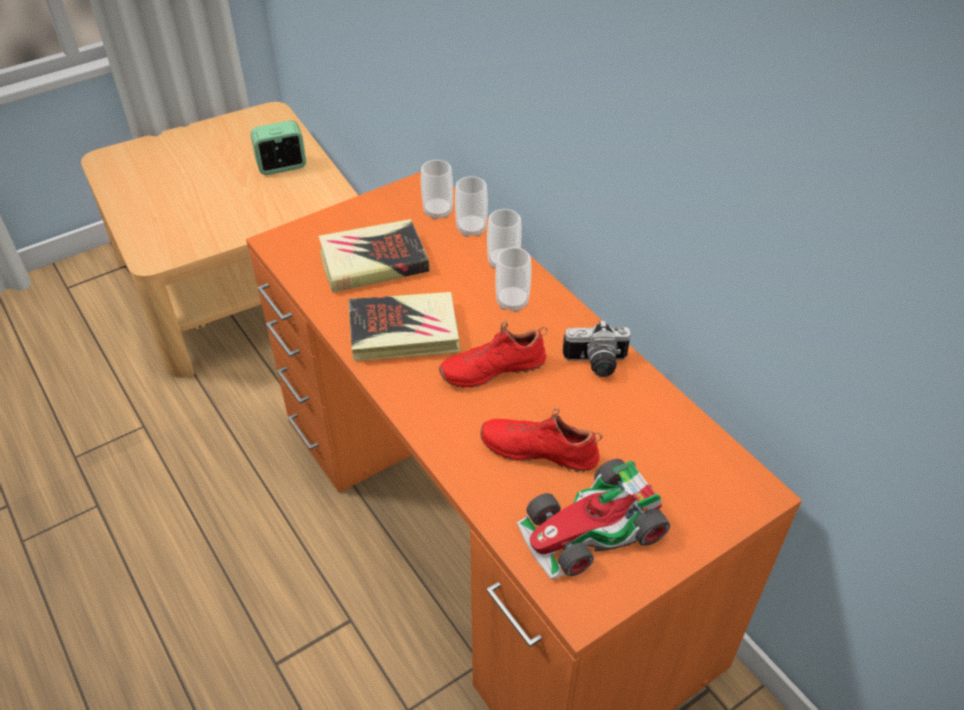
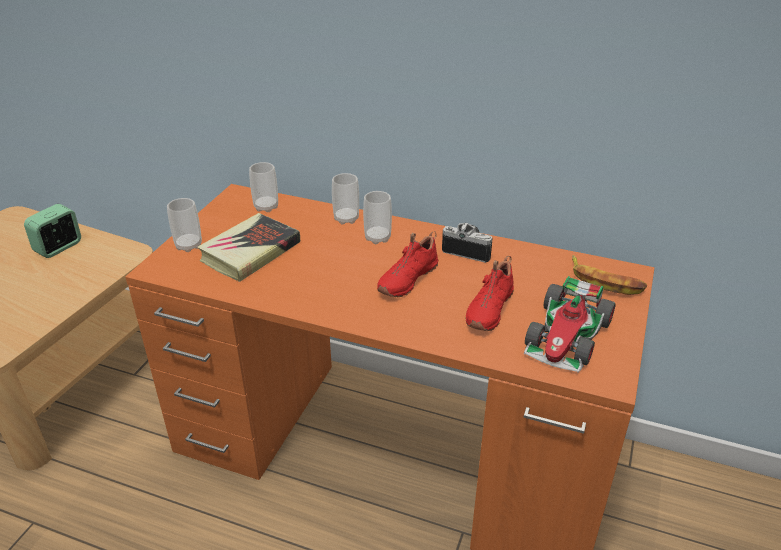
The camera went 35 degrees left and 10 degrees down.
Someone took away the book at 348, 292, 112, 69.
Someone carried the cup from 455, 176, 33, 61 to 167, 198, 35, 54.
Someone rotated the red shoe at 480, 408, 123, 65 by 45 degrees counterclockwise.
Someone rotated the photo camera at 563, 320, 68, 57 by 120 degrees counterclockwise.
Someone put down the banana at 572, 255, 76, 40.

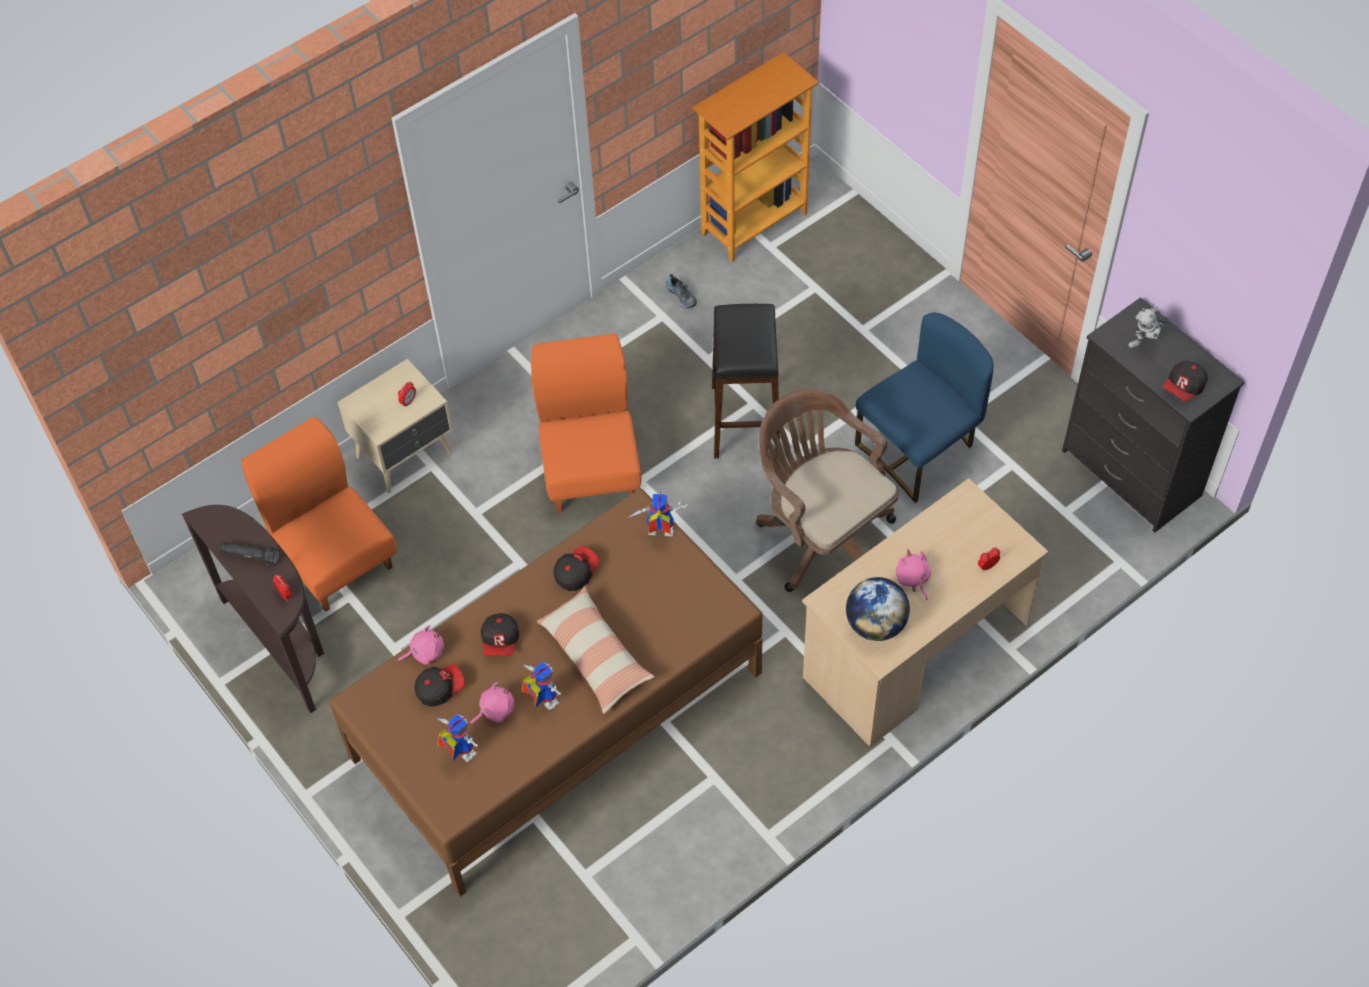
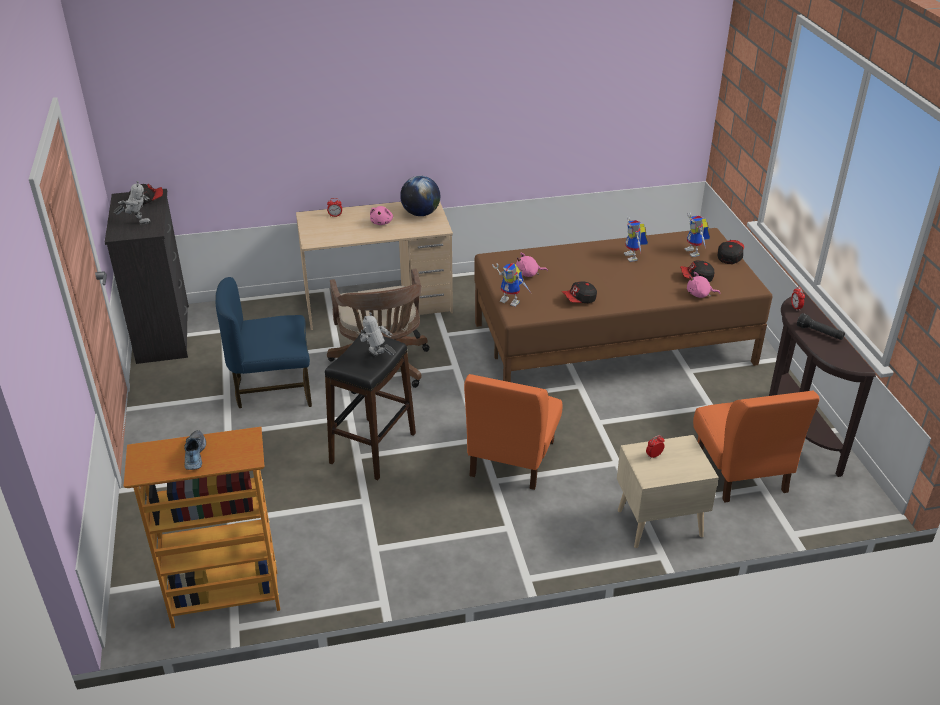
The camera went 155 degrees left and 20 degrees down.
Someone carried the pink plush toy from 470, 682, 44, 42 to 516, 252, 32, 25.
Someone carried the cap from 481, 613, 38, 43 to 718, 240, 26, 24.
Someone took away the pillow at 537, 586, 118, 128.
Someone carried the shoe from 666, 274, 31, 35 to 184, 430, 22, 40.
Someone put down the toy robot at 360, 312, 35, 44.

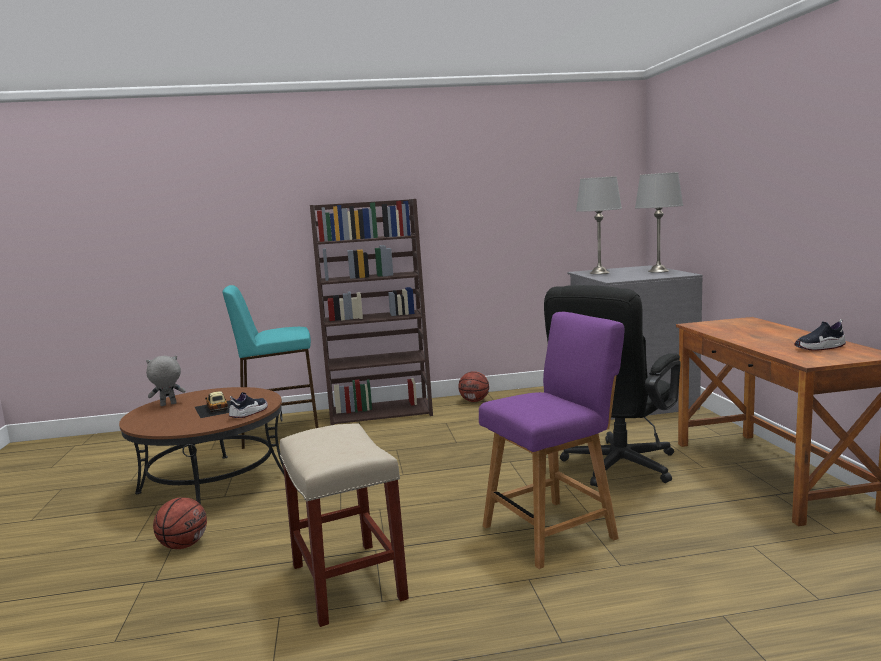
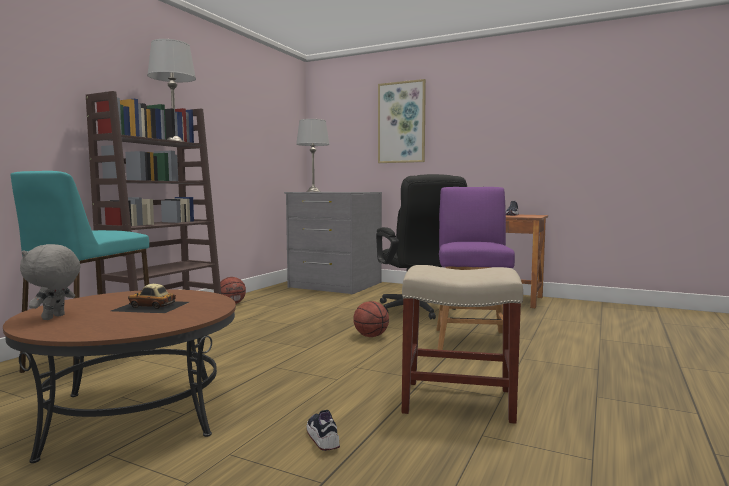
The camera went 55 degrees left and 5 degrees down.
Someone carried the basketball from 153, 497, 54, 52 to 354, 301, 35, 36.
Someone carried the shoe from 229, 392, 39, 26 to 306, 410, 34, 41.
Someone carried the grey table lamp from 635, 172, 48, 101 to 147, 39, 49, 103.
Someone put up the picture at 378, 79, 48, 84.

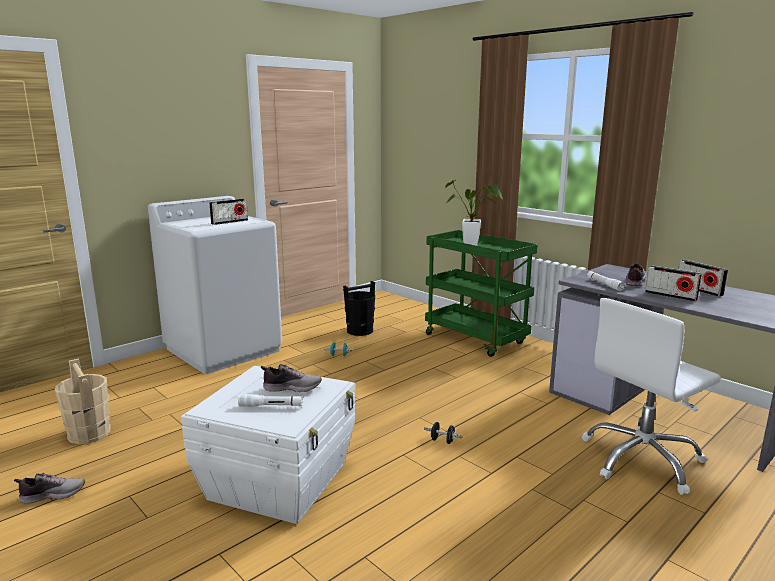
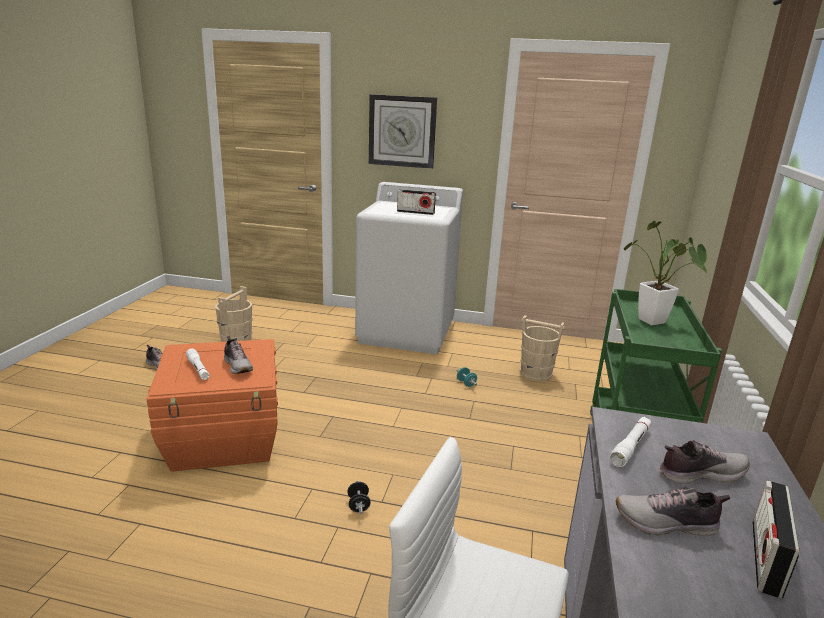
The camera went 55 degrees right and 5 degrees up.
Someone repainted the white storage box at 181, 366, 174, 158, which became the orange storage box at 147, 339, 131, 133.
Someone repainted the black bucket at 343, 281, 32, 55, which became the beige bucket at 520, 315, 45, 66.
Someone swapped the radio at 645, 265, 57, 37 for the shoe at 616, 486, 114, 50.
Someone put up the wall clock at 369, 94, 68, 75.

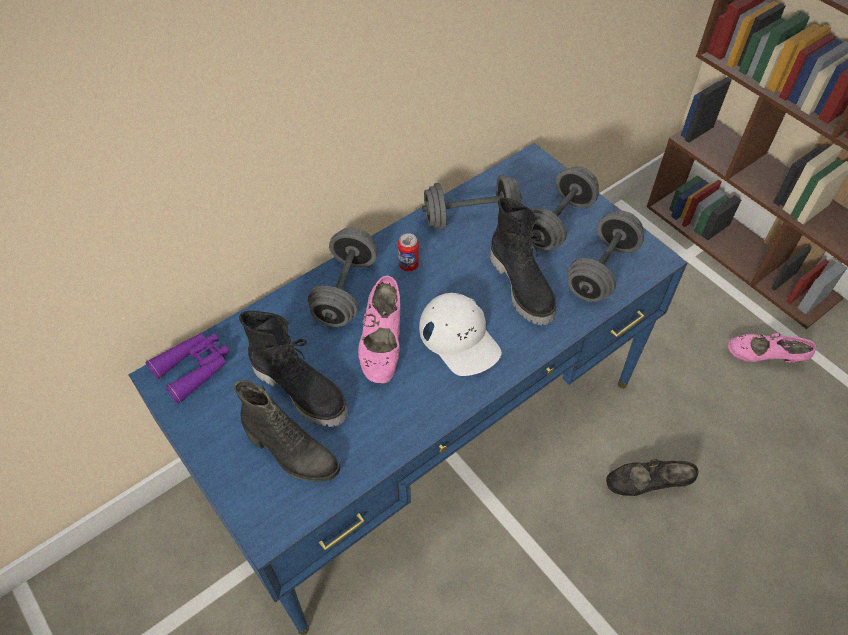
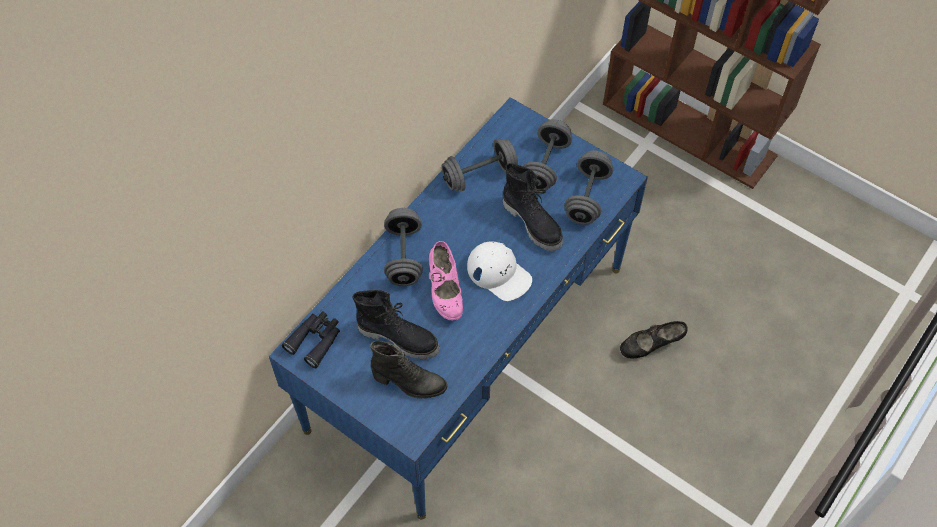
The camera went 15 degrees left and 5 degrees up.
Someone repainted the purple binoculars at 145, 333, 85, 71, which became the black binoculars at 282, 311, 58, 57.
Someone took away the can at 398, 233, 21, 39.
Someone took away the pink shoe at 728, 333, 88, 30.

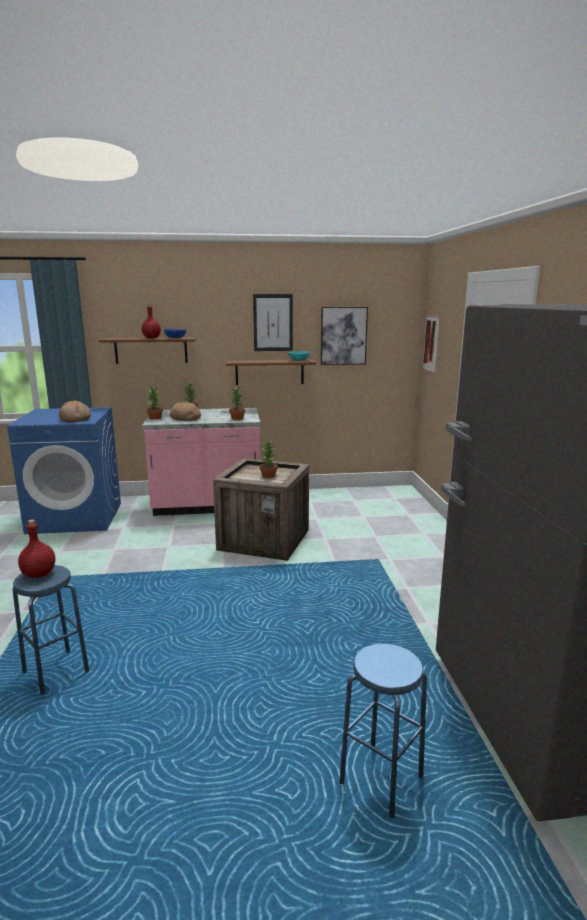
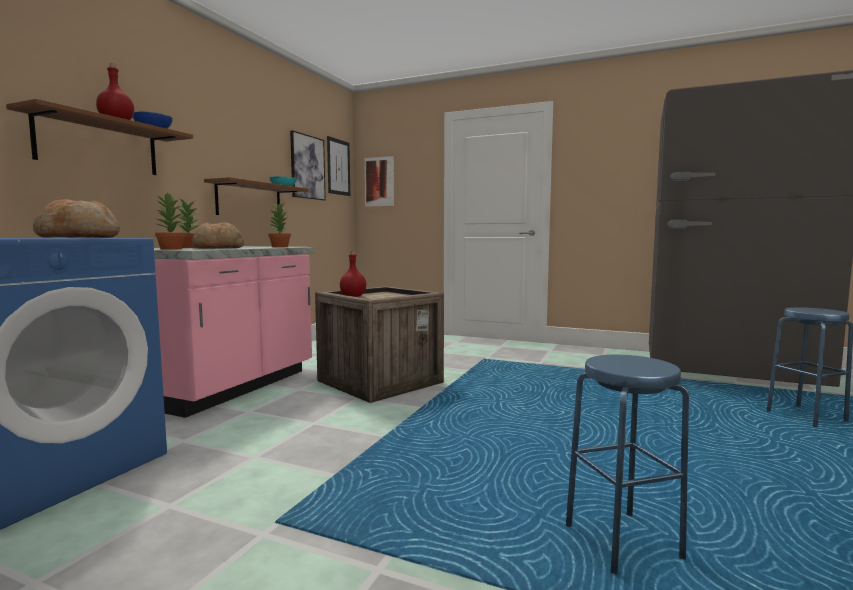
The camera went 60 degrees left and 10 degrees down.
Someone carried the red bottle from 18, 520, 37, 58 to 340, 251, 26, 46.
Someone carried the picture from 253, 294, 40, 57 to 327, 136, 23, 60.
Someone took away the potted plant at 259, 440, 19, 38.

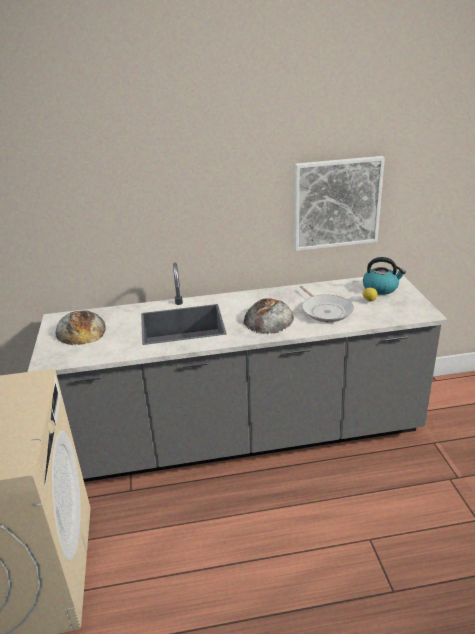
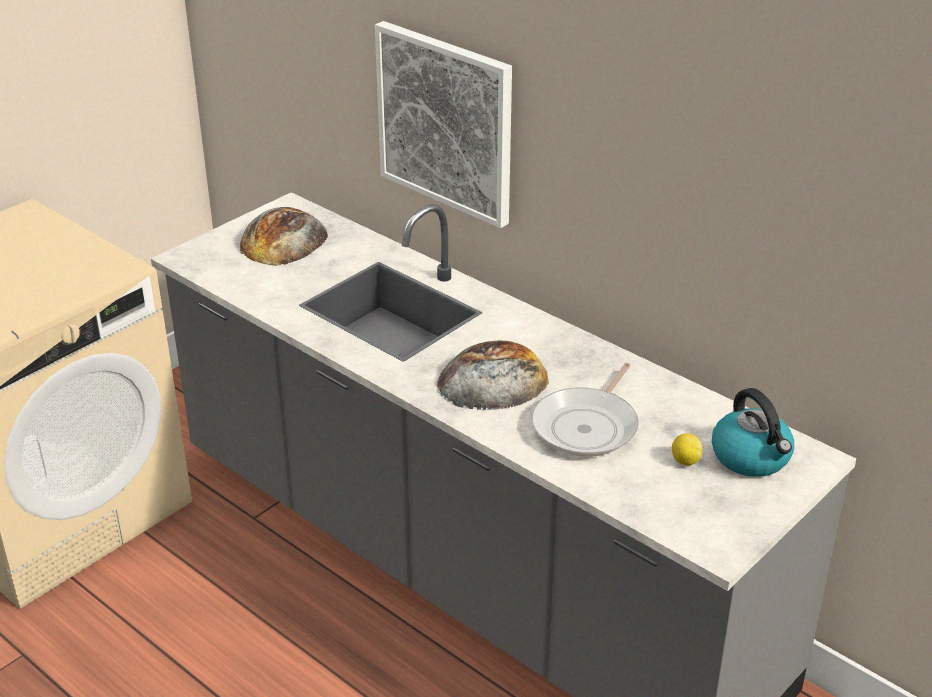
The camera went 50 degrees right and 5 degrees up.
Someone carried the picture from 294, 156, 91, 95 to 375, 21, 137, 207.

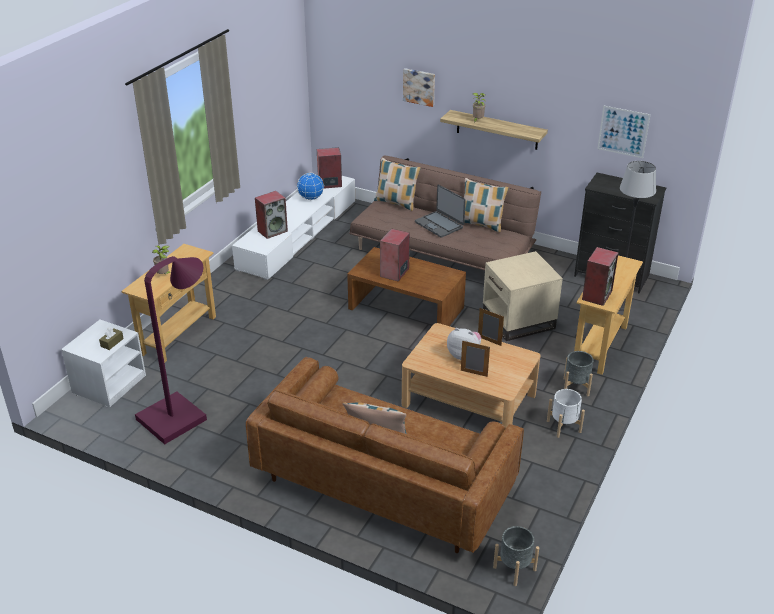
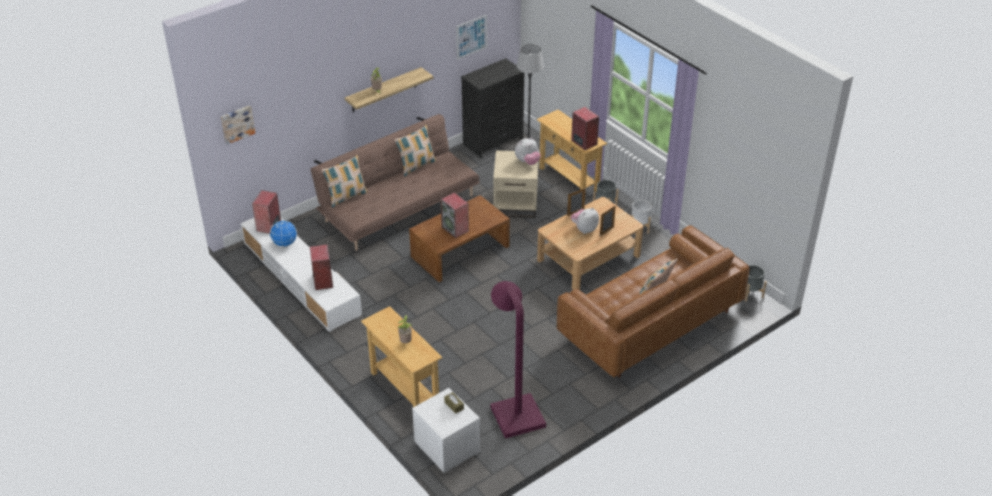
The camera went 65 degrees left and 5 degrees up.
Someone carried the picture from 403, 68, 32, 39 to 221, 105, 34, 40.
Someone took away the laptop at 415, 184, 51, 54.
Someone put down the plush toy at 515, 138, 26, 27.

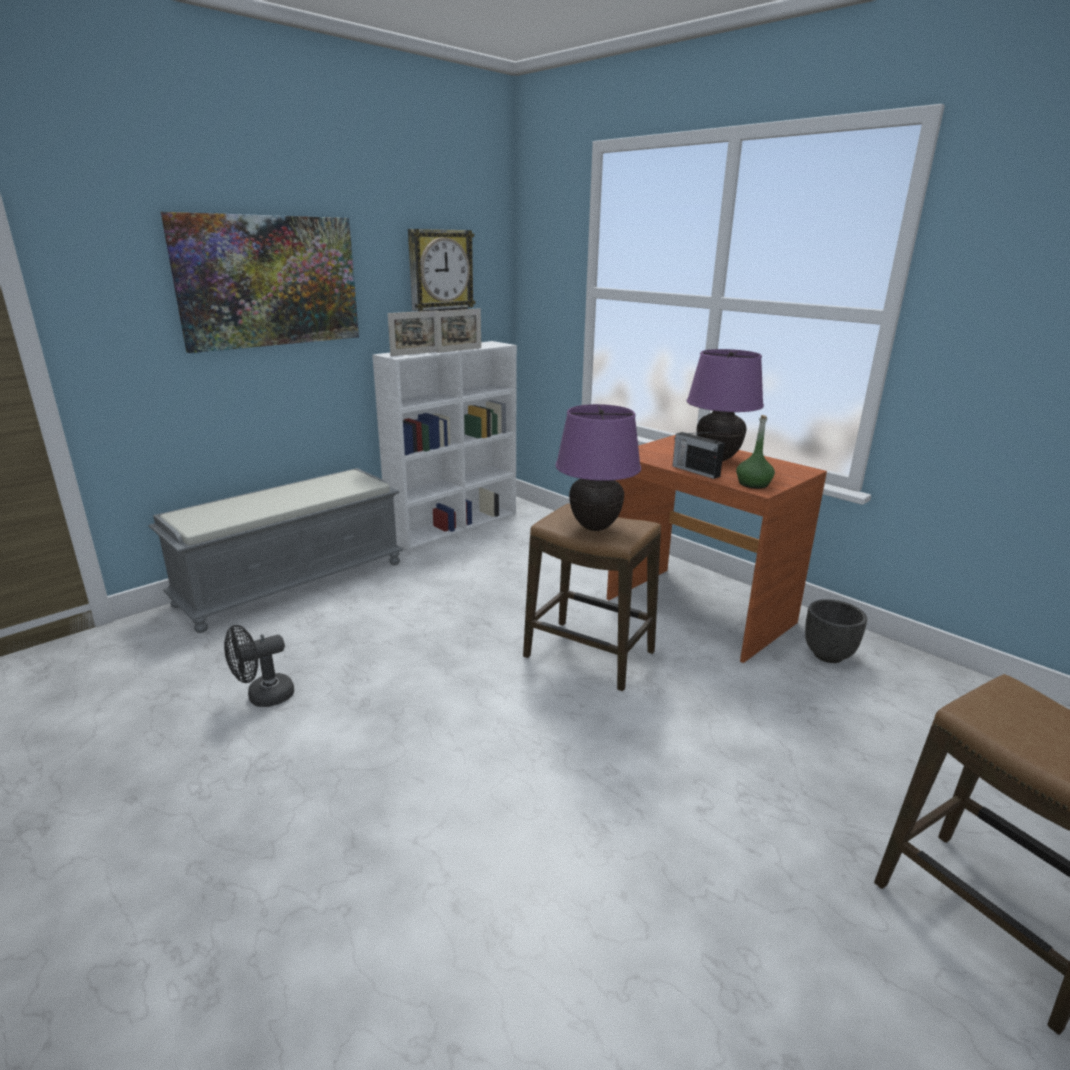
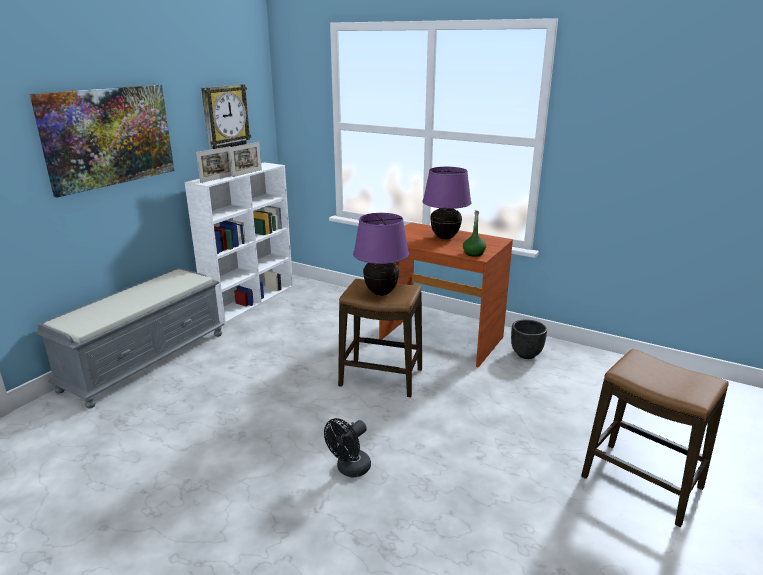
The camera went 15 degrees left and 0 degrees up.
Someone carried the black fan from 224, 625, 70, 82 to 324, 418, 47, 59.
Someone took away the radio at 672, 432, 53, 47.

